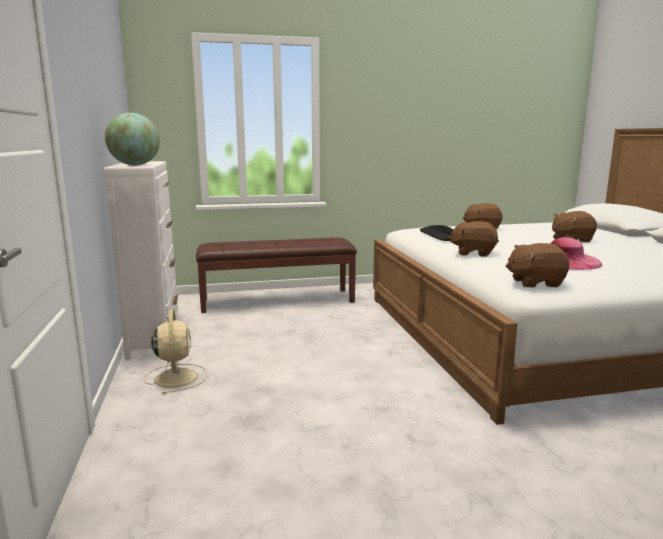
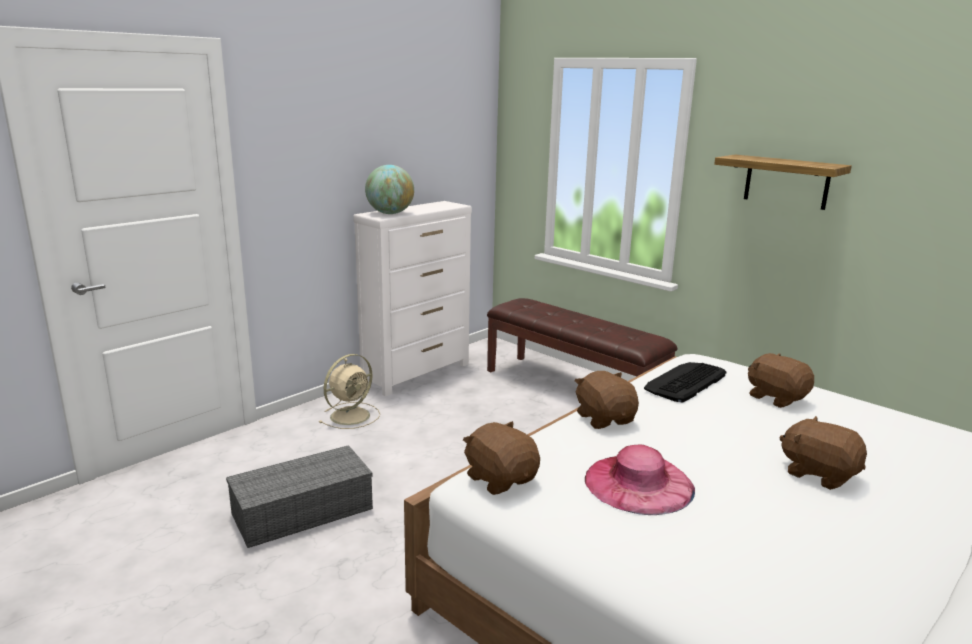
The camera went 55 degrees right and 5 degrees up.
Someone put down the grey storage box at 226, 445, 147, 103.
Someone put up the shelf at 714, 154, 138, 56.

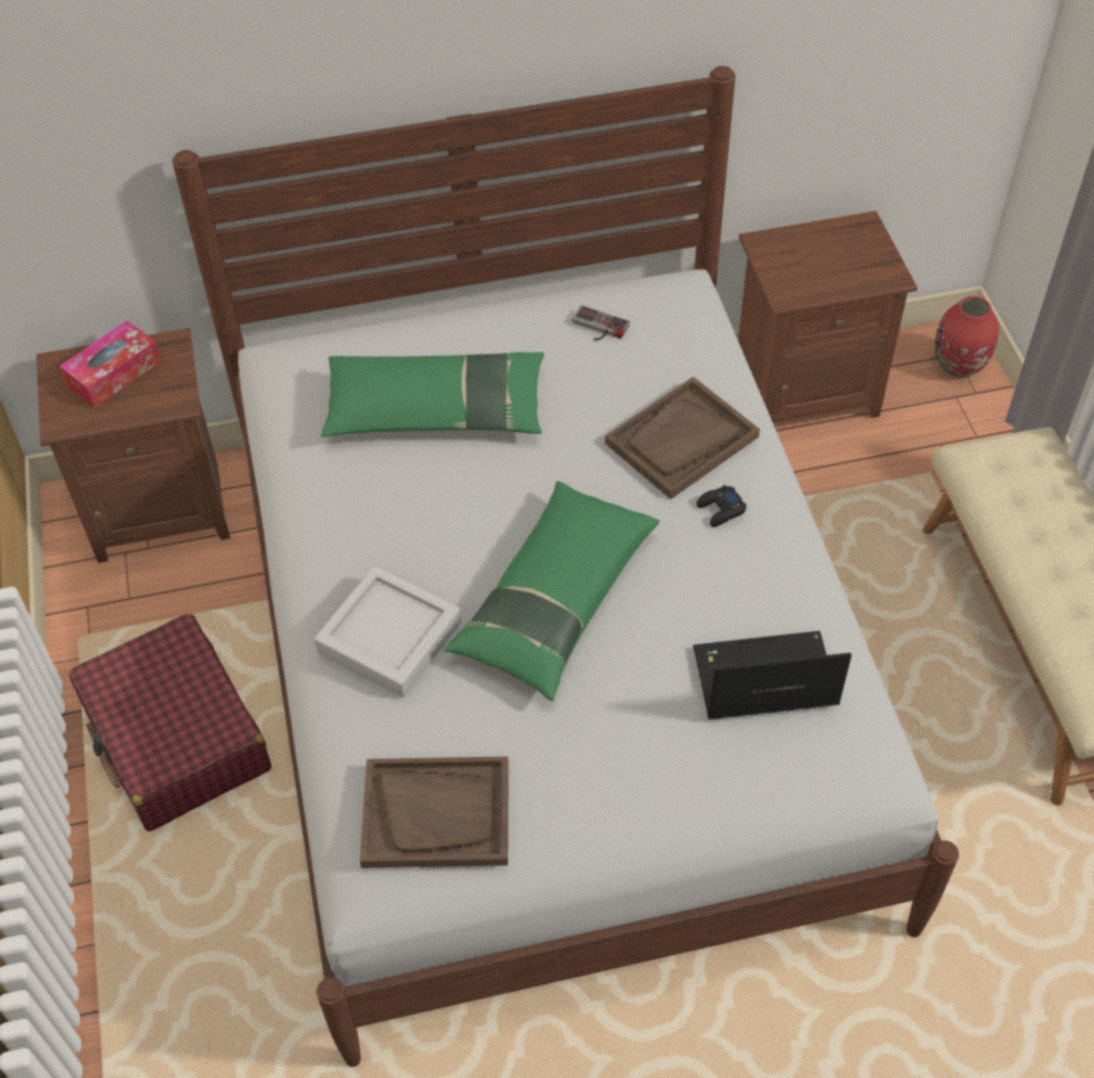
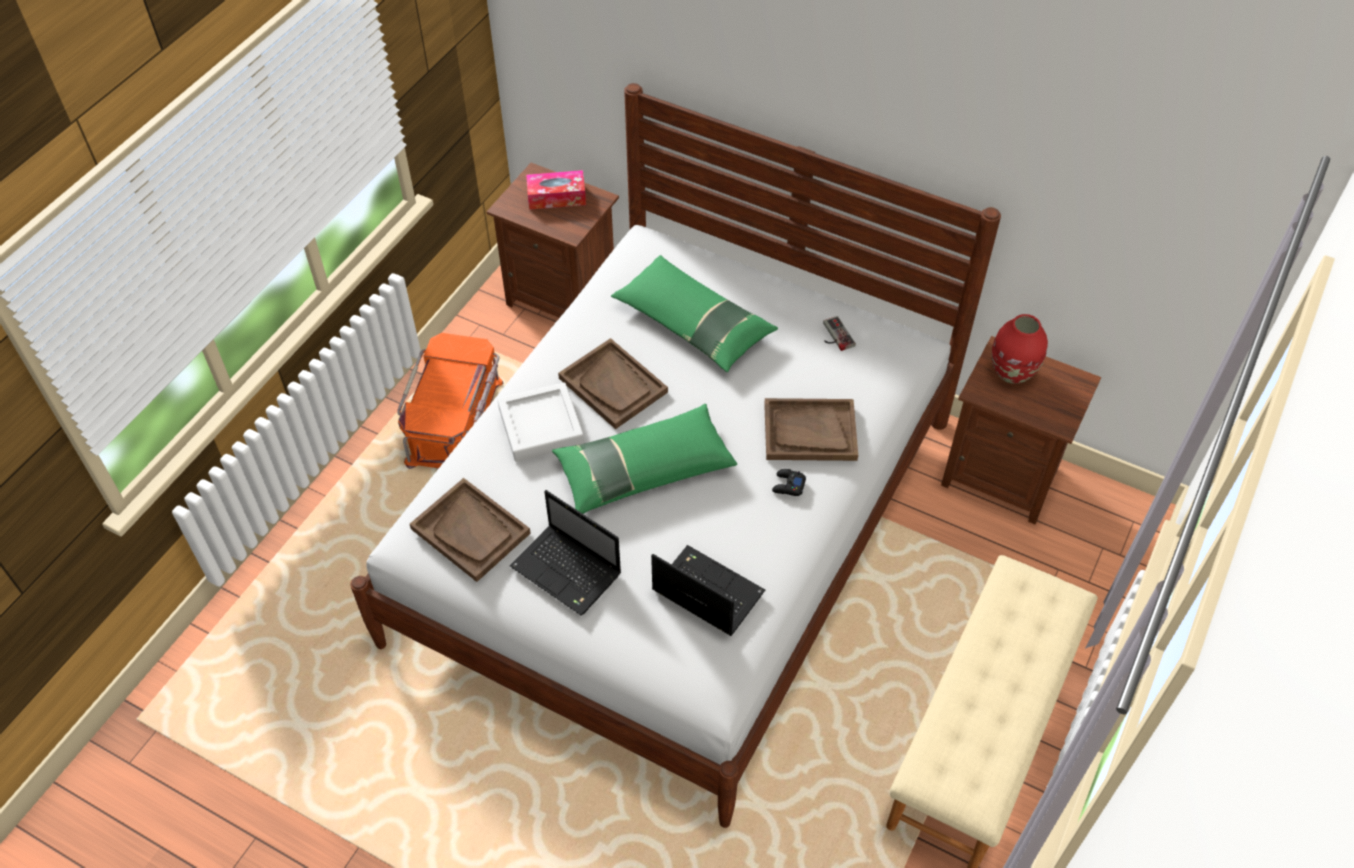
The camera went 40 degrees right and 0 degrees up.
Someone swapped the red suitcase at 69, 613, 202, 218 for the orange storage box at 397, 333, 106, 136.
Someone carried the red vase from 935, 296, 64, 82 to 992, 314, 56, 70.
Someone put down the laptop at 510, 490, 111, 126.
Someone put down the brown tray at 558, 338, 110, 91.

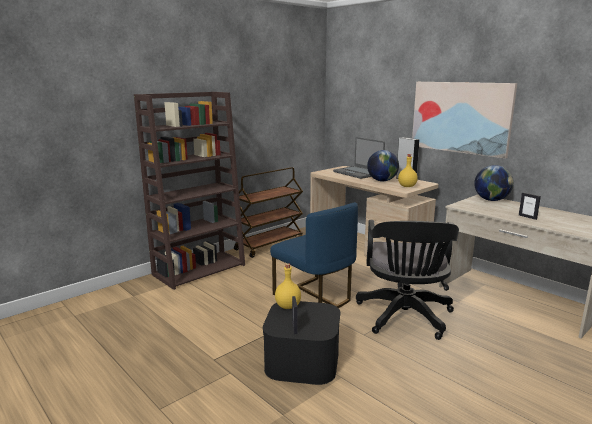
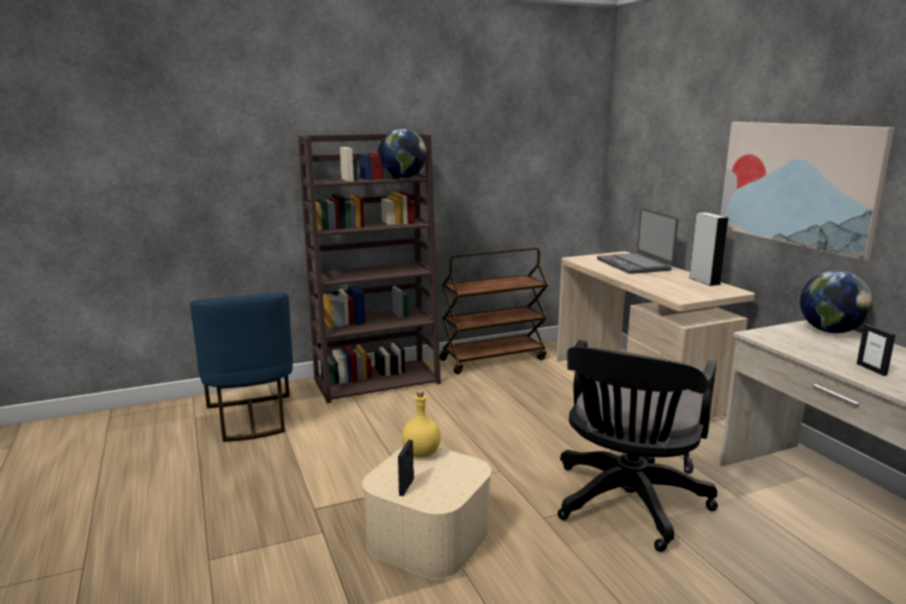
The camera went 20 degrees right and 0 degrees up.
Someone repainted the black storage box at 263, 301, 77, 84, which became the beige storage box at 362, 447, 129, 132.
Someone carried the blue chair from 270, 202, 88, 106 to 190, 292, 103, 150.
Someone carried the globe from 367, 150, 32, 31 to 378, 128, 48, 50.
Someone took away the yellow bottle at 398, 154, 20, 33.

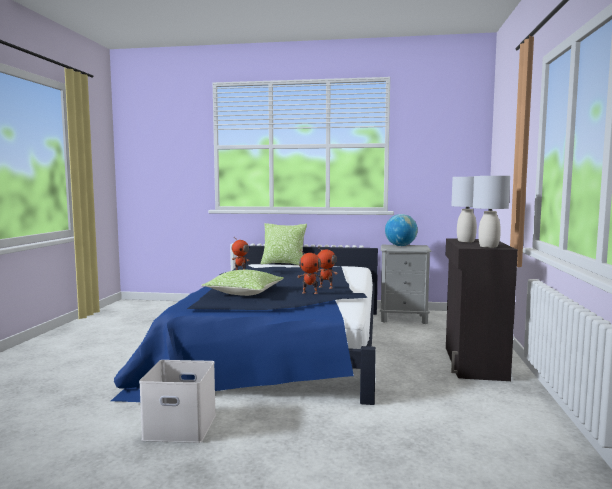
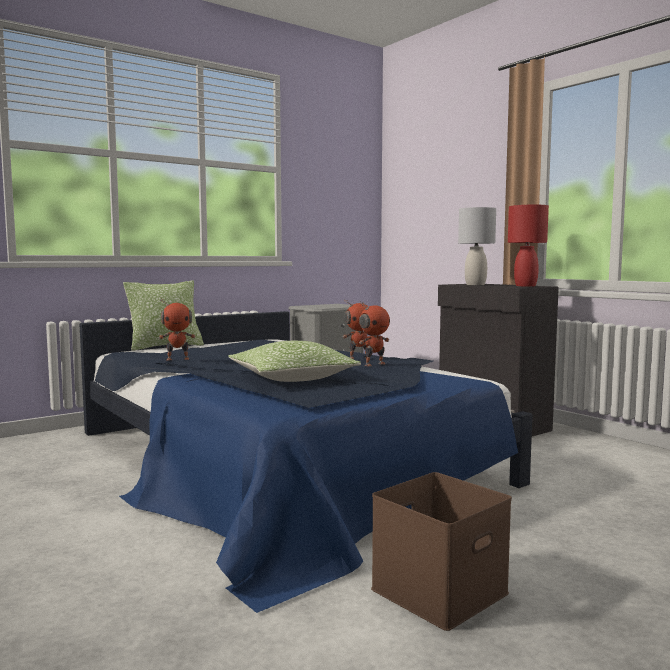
The camera went 45 degrees left and 0 degrees up.
Someone repainted the white storage box at 139, 360, 77, 83, which became the brown storage box at 371, 472, 141, 159.
Someone took away the globe at 385, 214, 33, 32.
Someone repainted the grey table lamp at 473, 176, 37, 72, which became the red table lamp at 508, 205, 41, 82.

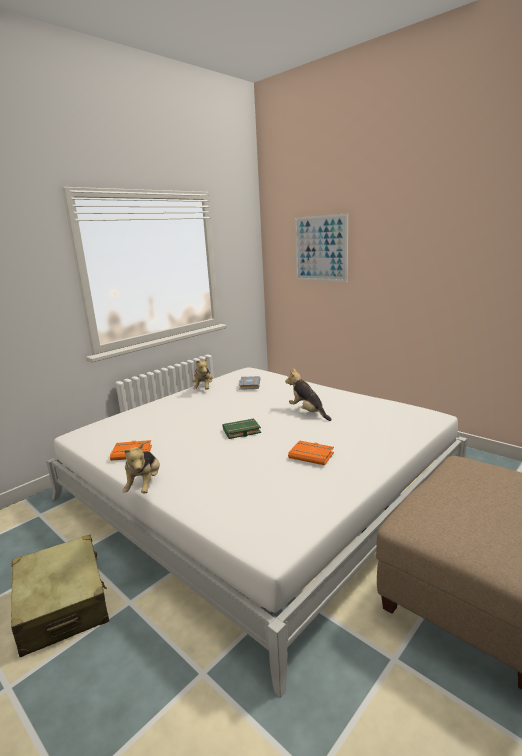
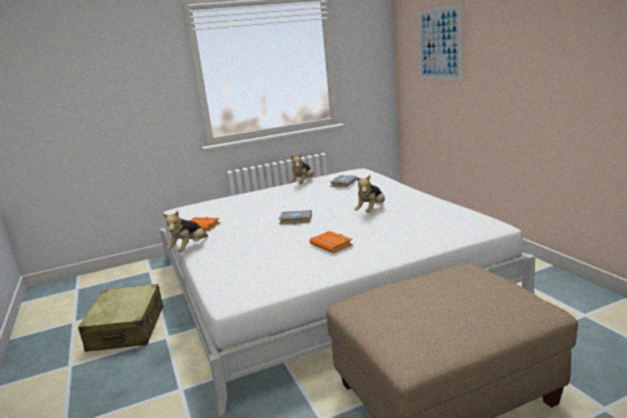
The camera went 25 degrees right and 0 degrees up.
Someone repainted the green book at 223, 418, 38, 21, which became the grey book at 278, 210, 34, 14.
Someone rotated the plush toy at 285, 368, 46, 53 by 135 degrees counterclockwise.

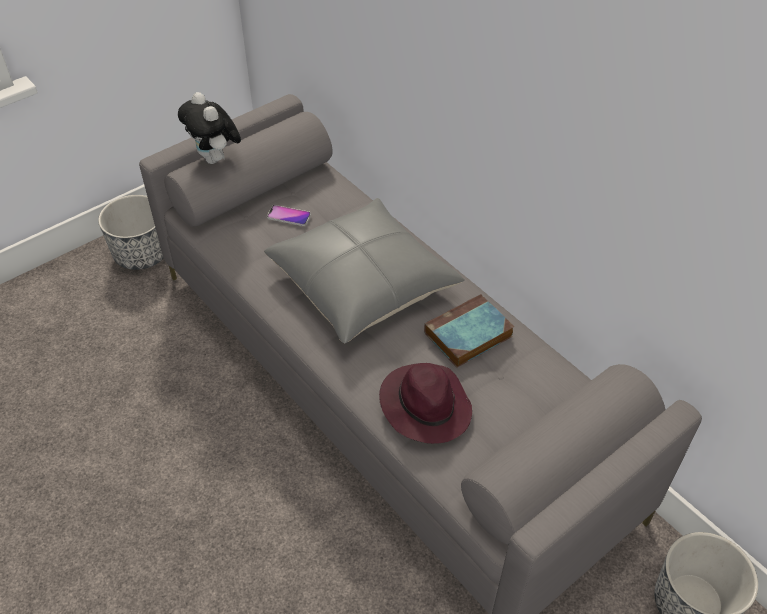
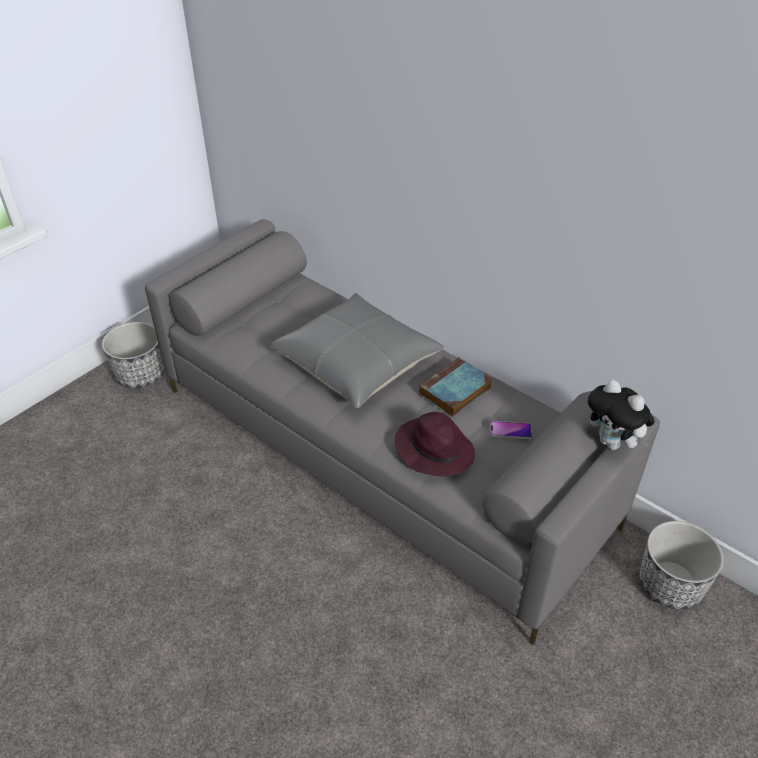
The camera went 10 degrees left and 5 degrees down.
Someone carried the plush toy from 178, 92, 63, 72 to 588, 380, 67, 70.
Someone carried the phone from 267, 205, 44, 21 to 490, 421, 42, 18.

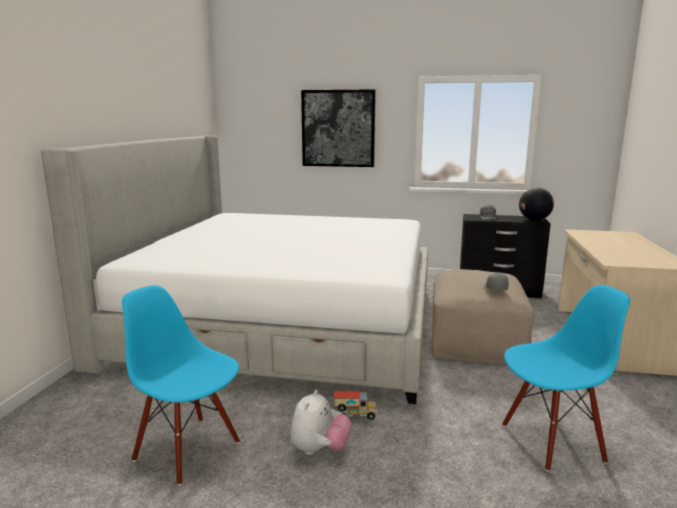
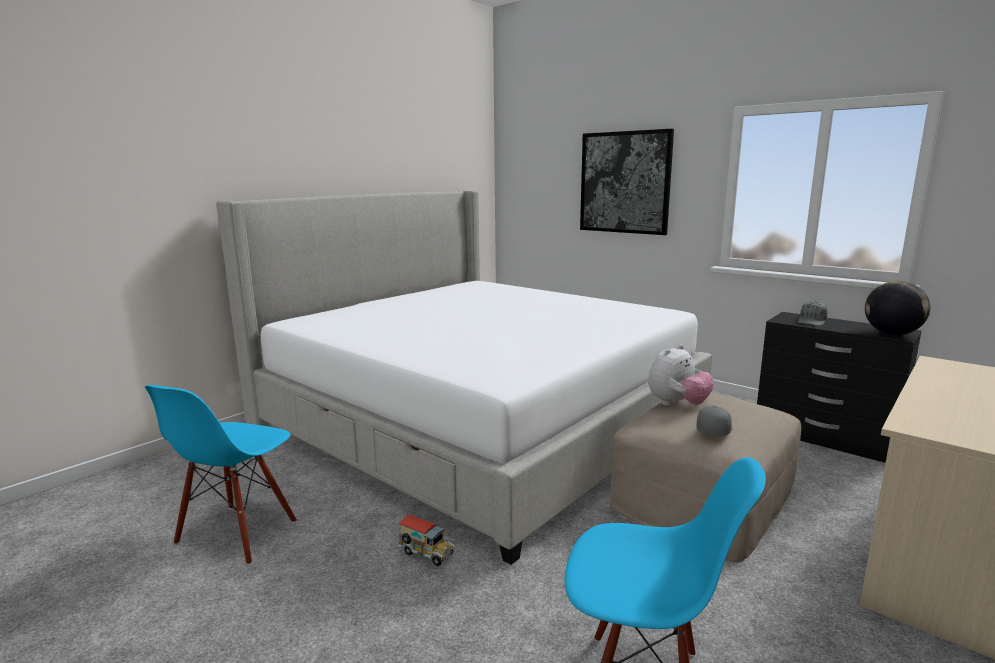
The camera went 30 degrees right and 0 degrees up.
Someone rotated the blue chair at 122, 285, 118, 201 by 135 degrees counterclockwise.
Someone carried the plush toy from 291, 390, 60, 65 to 648, 344, 66, 62.

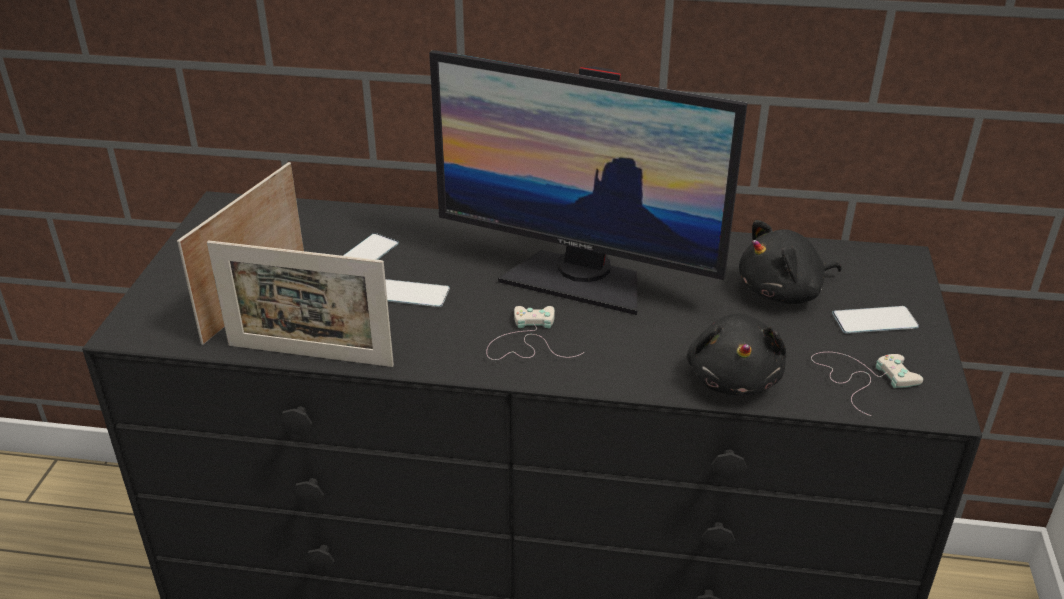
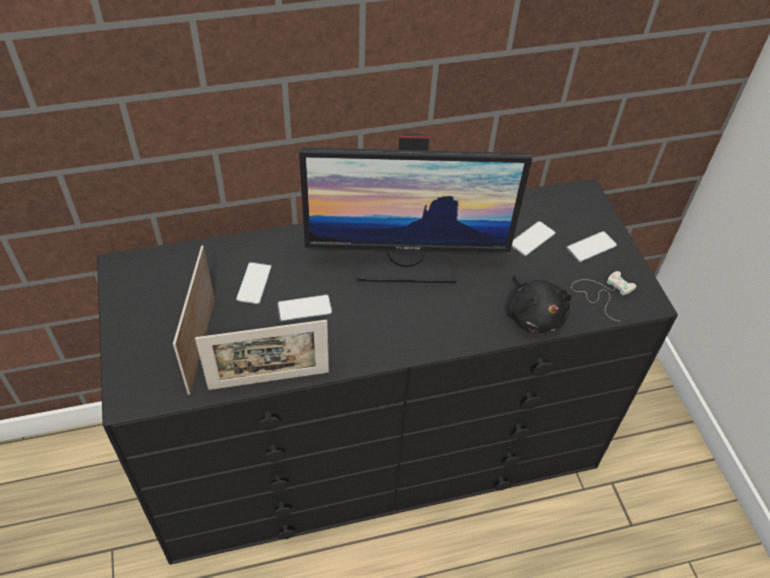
The camera went 25 degrees left and 15 degrees up.
Someone took away the white game controller at 486, 306, 99, 54.
Someone swapped the black plush toy at 739, 220, 103, 84 for the phone at 512, 221, 44, 35.

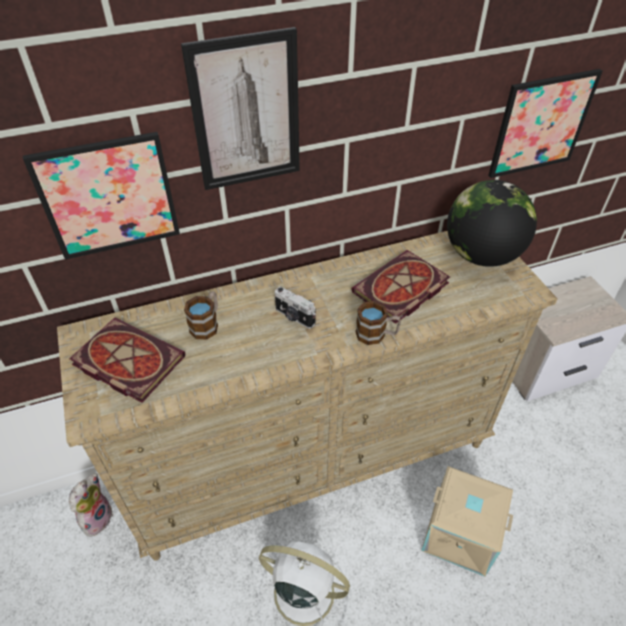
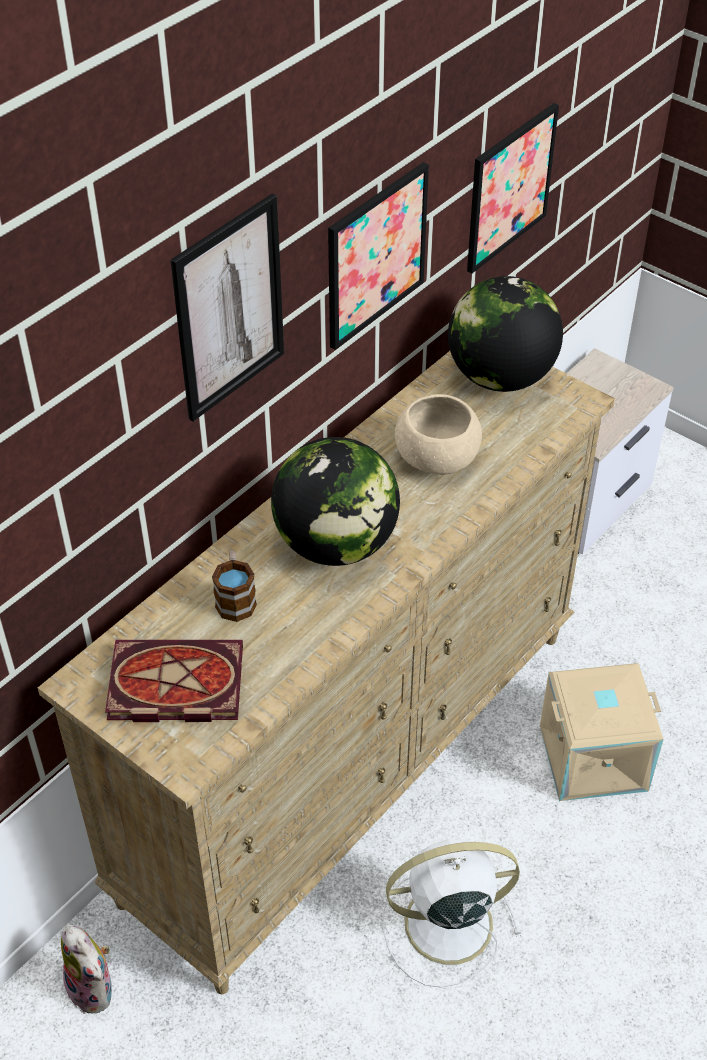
The camera went 30 degrees left and 0 degrees up.
Someone carried the picture from 23, 132, 157, 128 to 328, 162, 101, 188.
Someone rotated the plush toy at 69, 473, 44, 64 by 150 degrees clockwise.
Someone swapped the photo camera at 275, 287, 41, 42 for the globe at 271, 437, 129, 129.
Someone swapped the book at 351, 250, 99, 74 for the beige bowl at 395, 394, 87, 81.
Someone took away the mug at 355, 301, 46, 44.

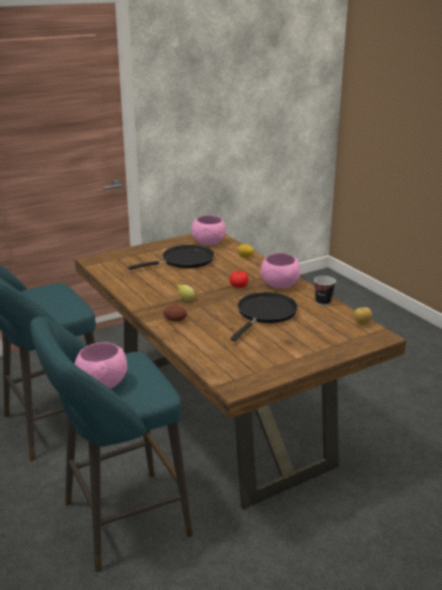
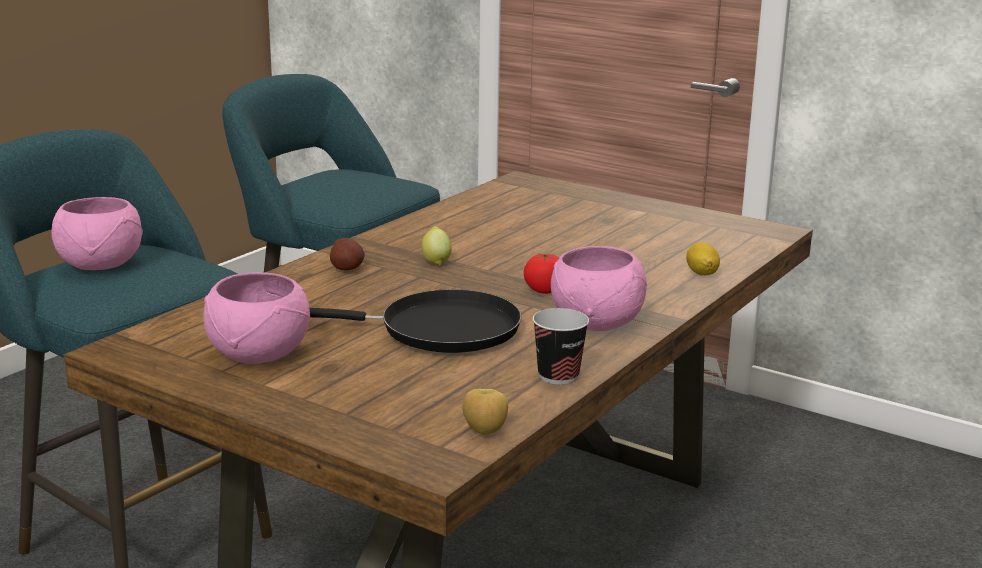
The camera went 65 degrees right and 5 degrees down.
Someone took away the black frying pan at 128, 245, 86, 25.
Someone carried the pink bowl from 192, 215, 34, 31 to 203, 272, 107, 92.

